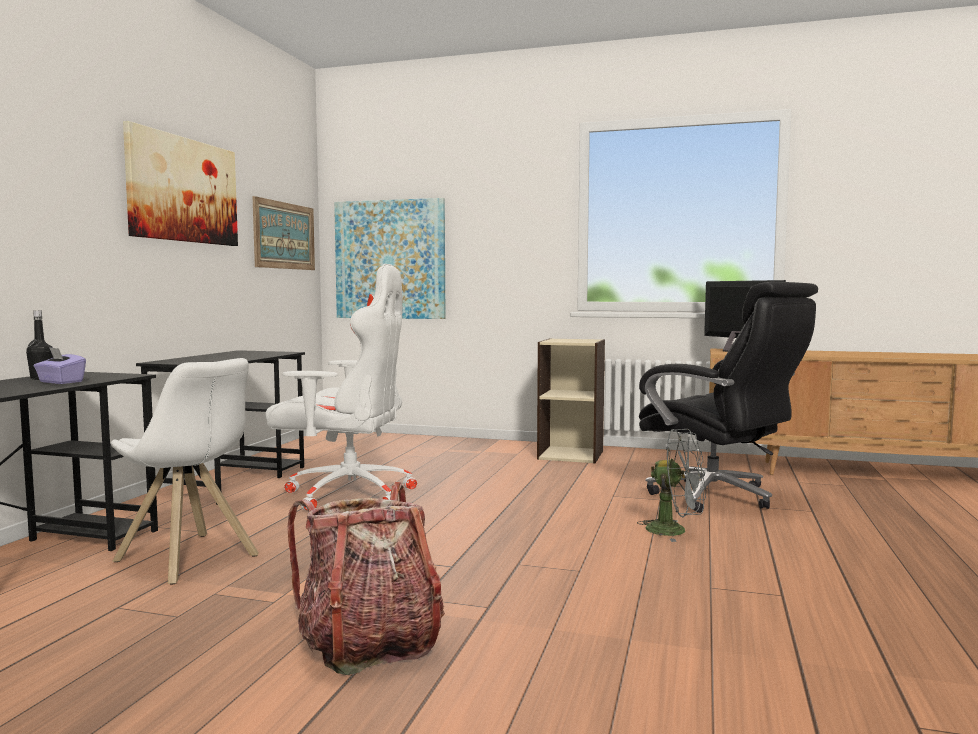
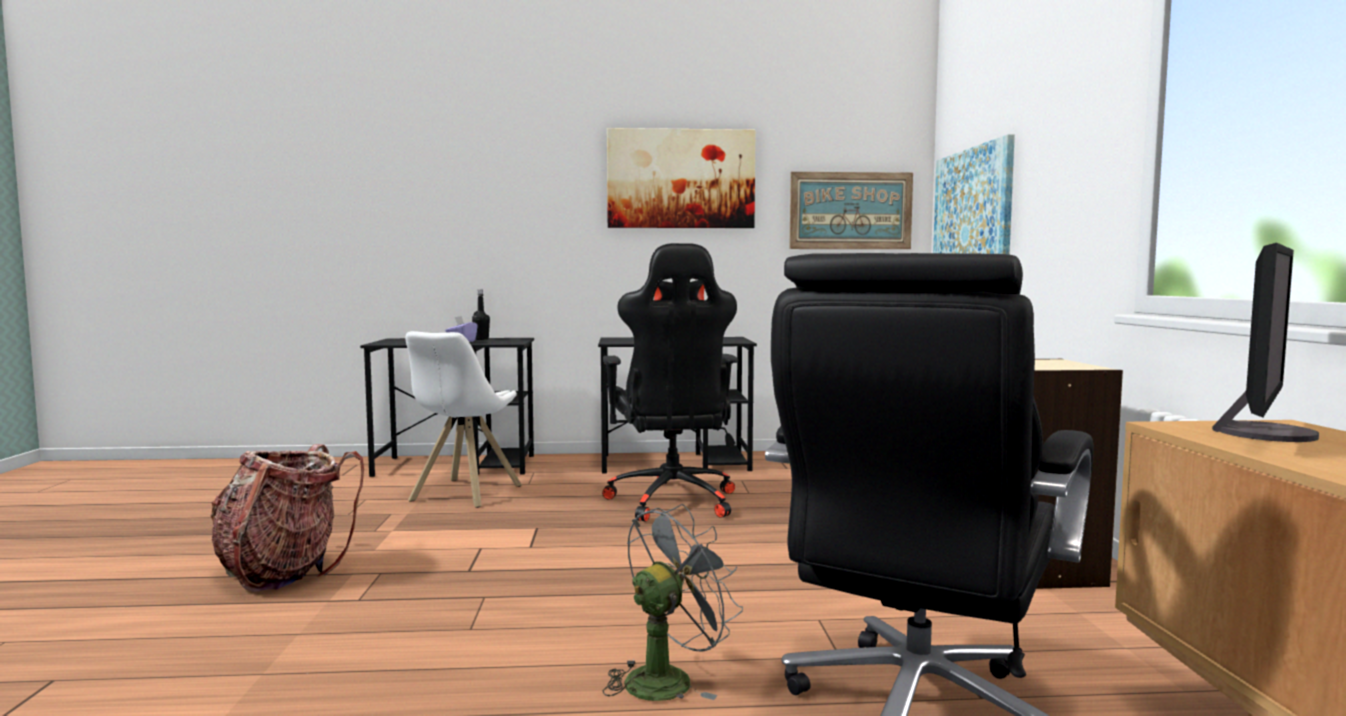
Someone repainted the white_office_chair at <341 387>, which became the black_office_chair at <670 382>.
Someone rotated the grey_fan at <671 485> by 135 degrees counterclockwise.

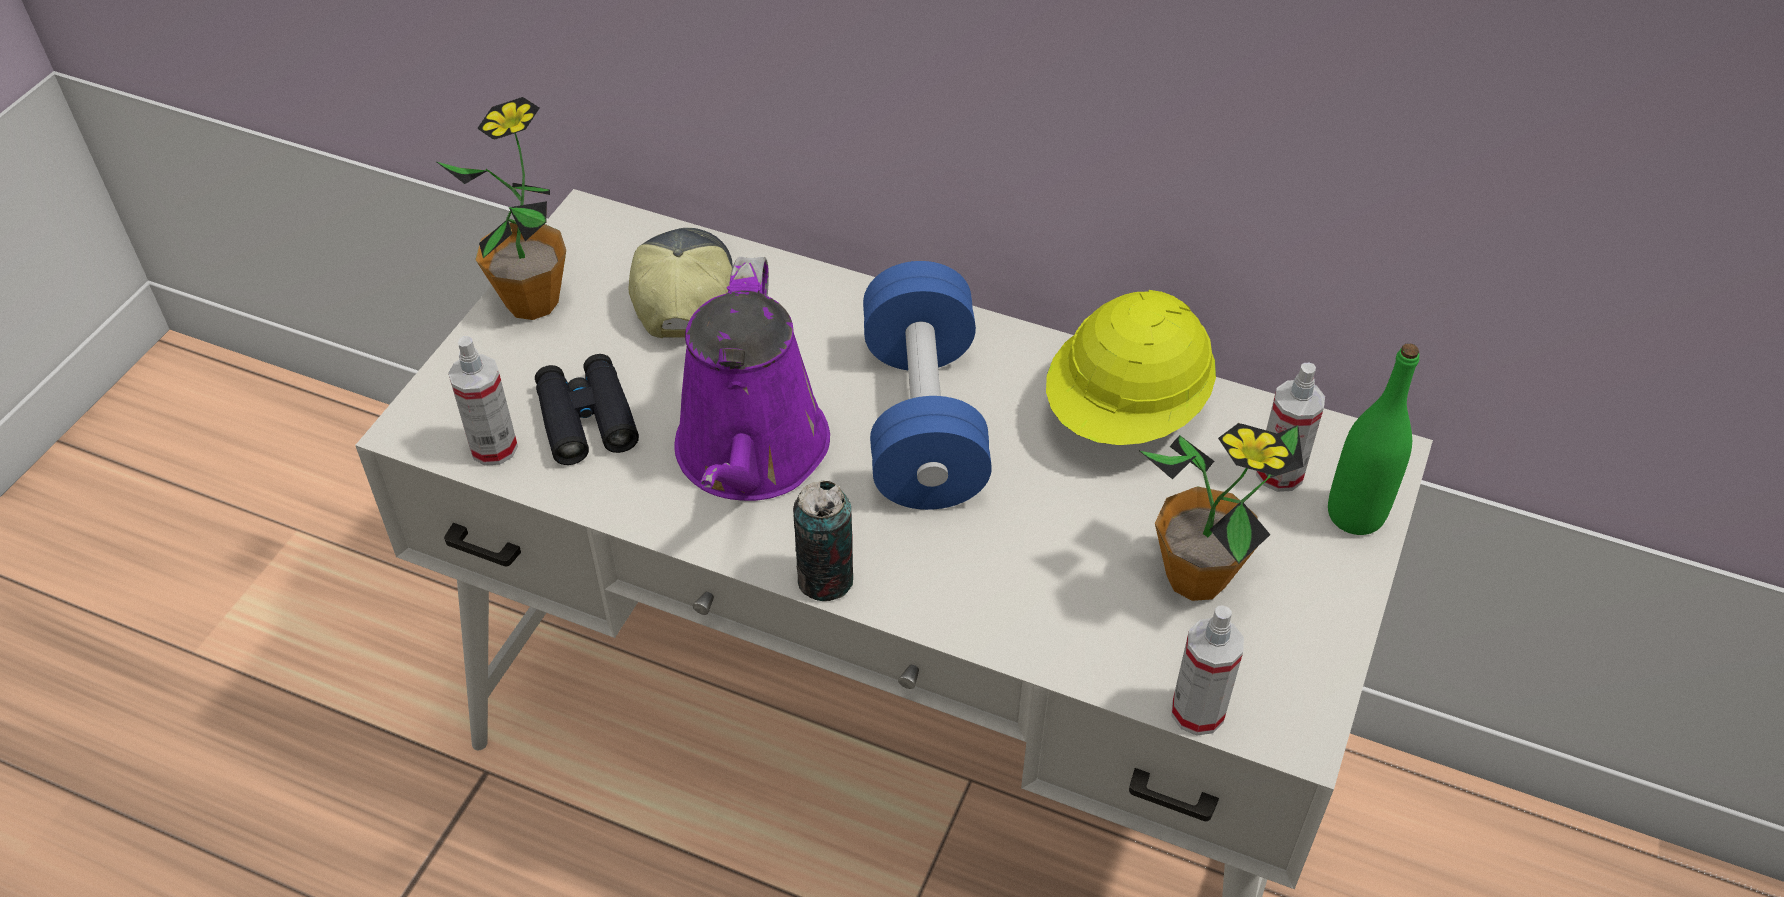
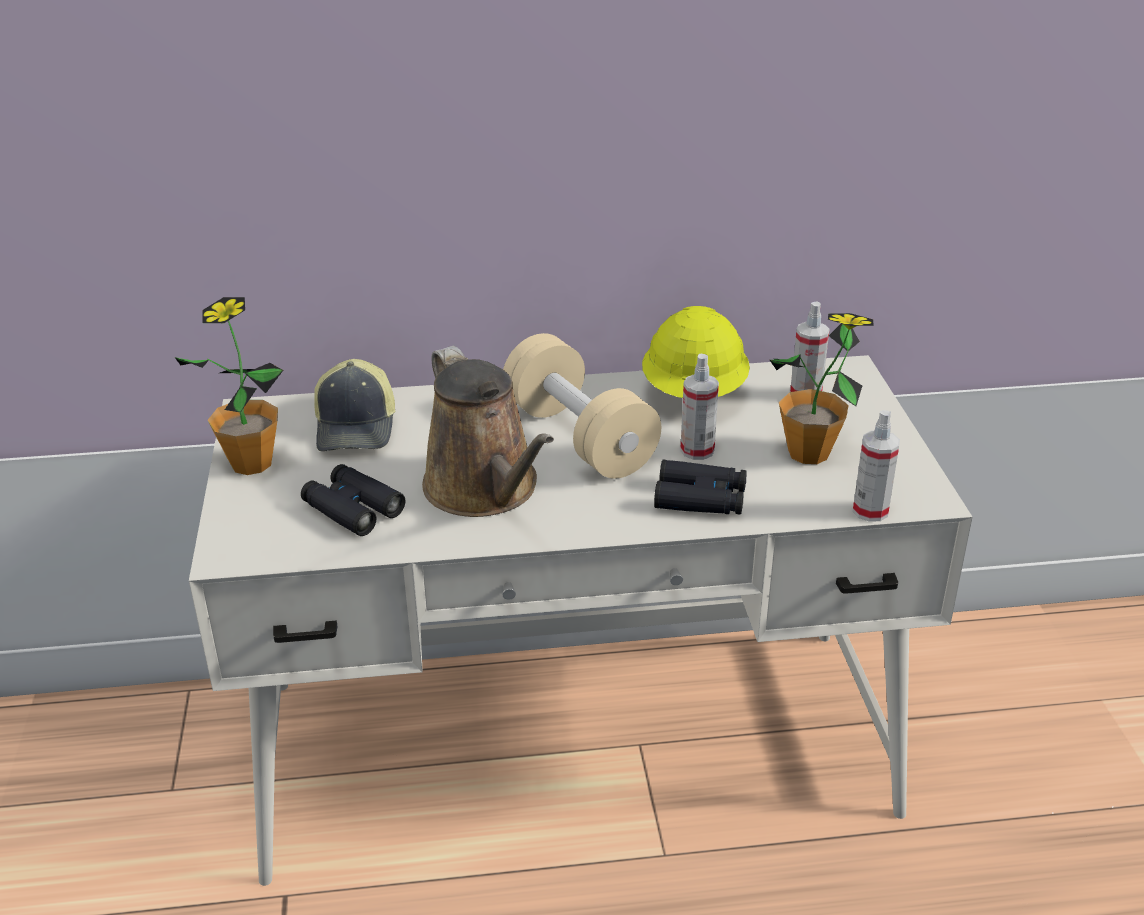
Someone rotated the cap at <681 283> by 150 degrees counterclockwise.
Someone repainted the purple_watering_can at <752 379>, which became the brown_watering_can at <488 431>.
Someone repainted the blue_dumbbell at <927 385>, which became the beige_dumbbell at <582 406>.
Someone carried the spray_bottle from <483 401> to <699 407>.
Someone took away the green_bottle at <1373 439>.
Someone took away the can at <823 541>.
Someone put down the black_binoculars at <700 487>.

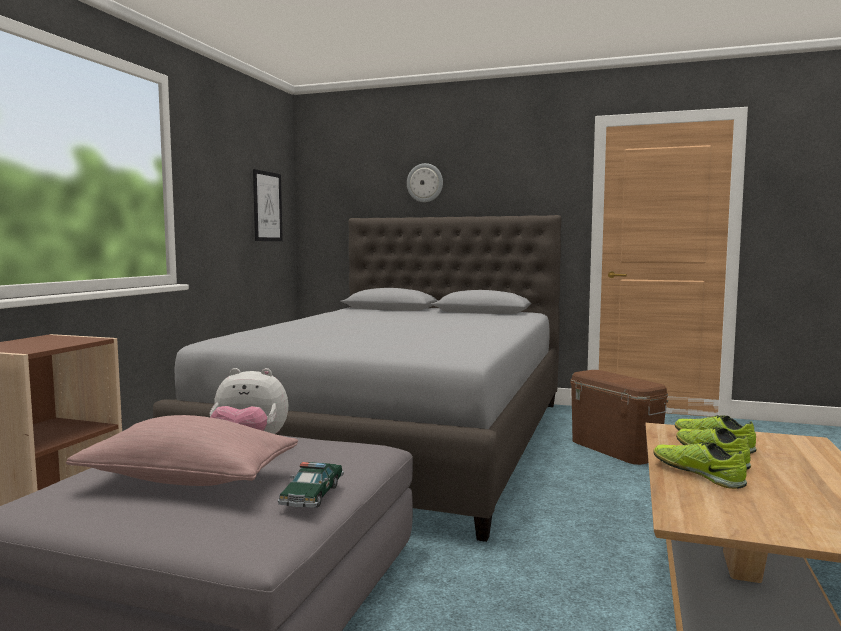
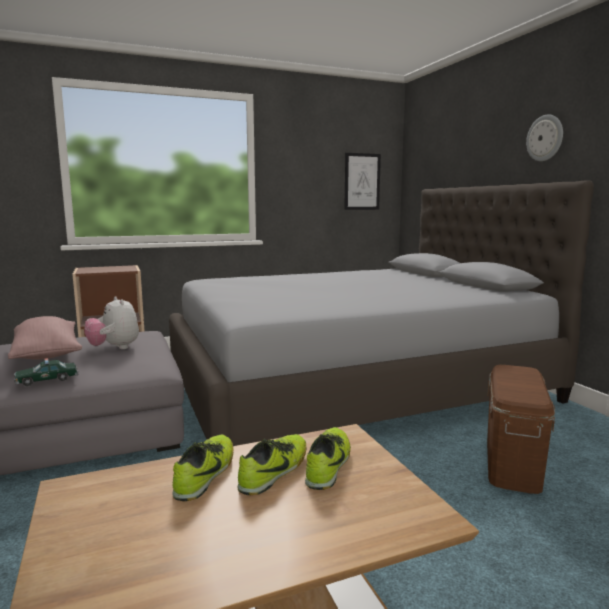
Someone carried the wall_clock from <425 182> to <544 137>.

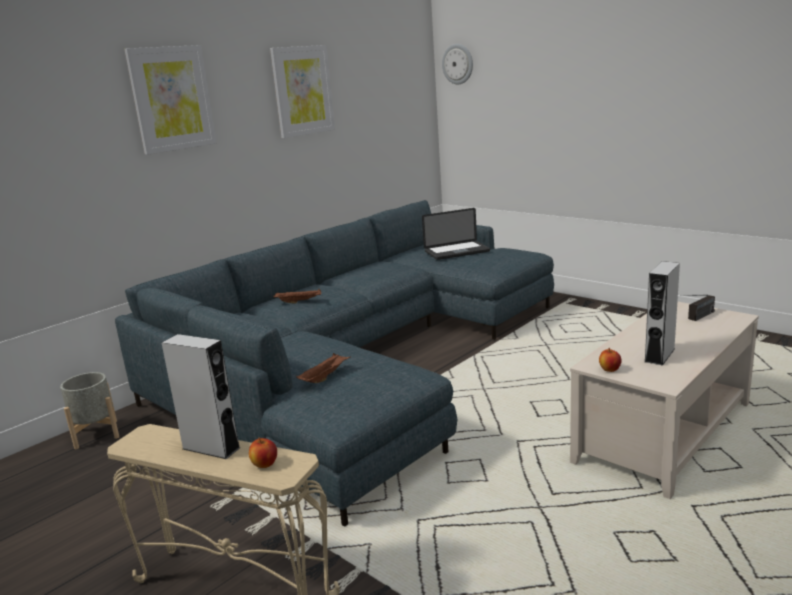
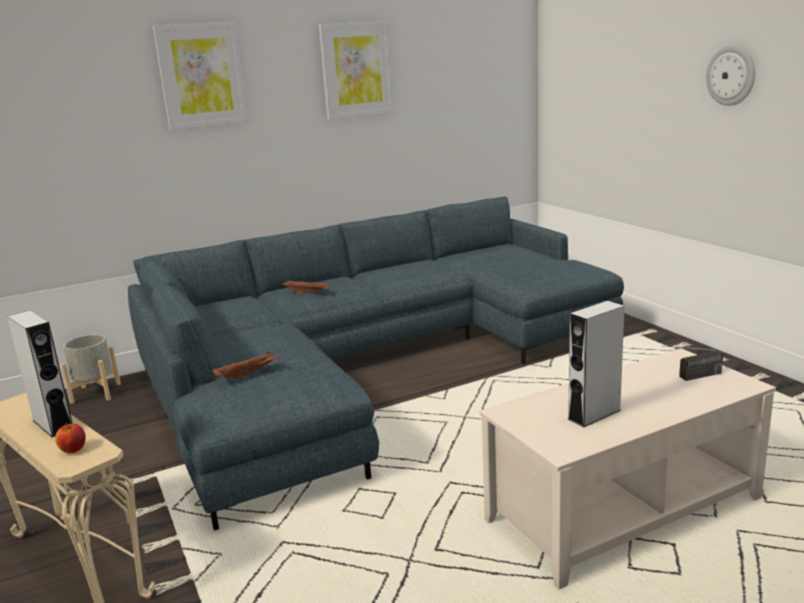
Someone carried the wall_clock from <457 64> to <730 75>.
Someone took away the laptop at <456 234>.
Someone took away the apple at <610 360>.

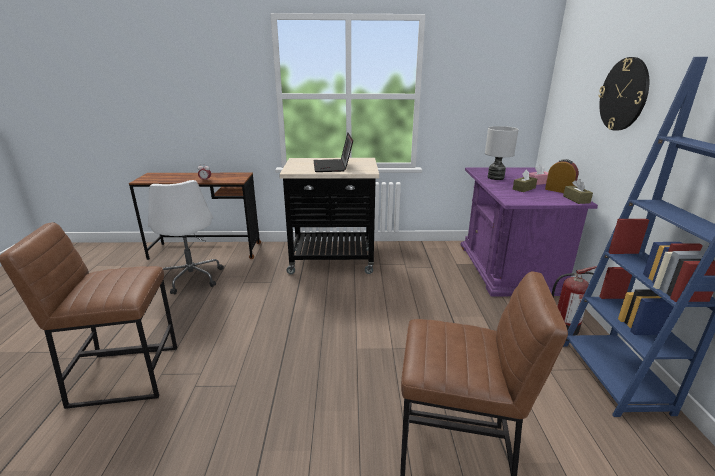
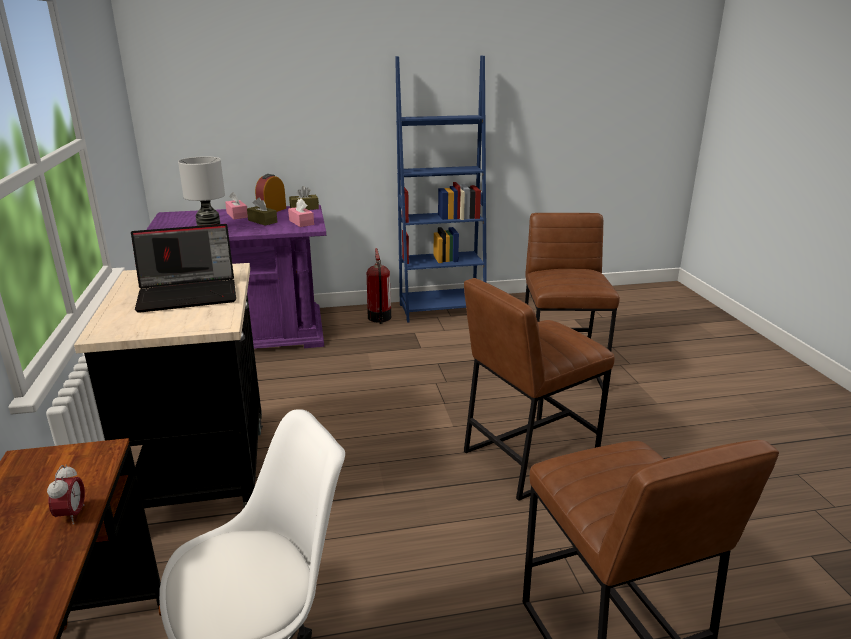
Someone took away the wall_clock at <624 93>.
Someone put down the pink_tissue_box at <301 212>.
Someone put down the brown_chair at <539 389>.

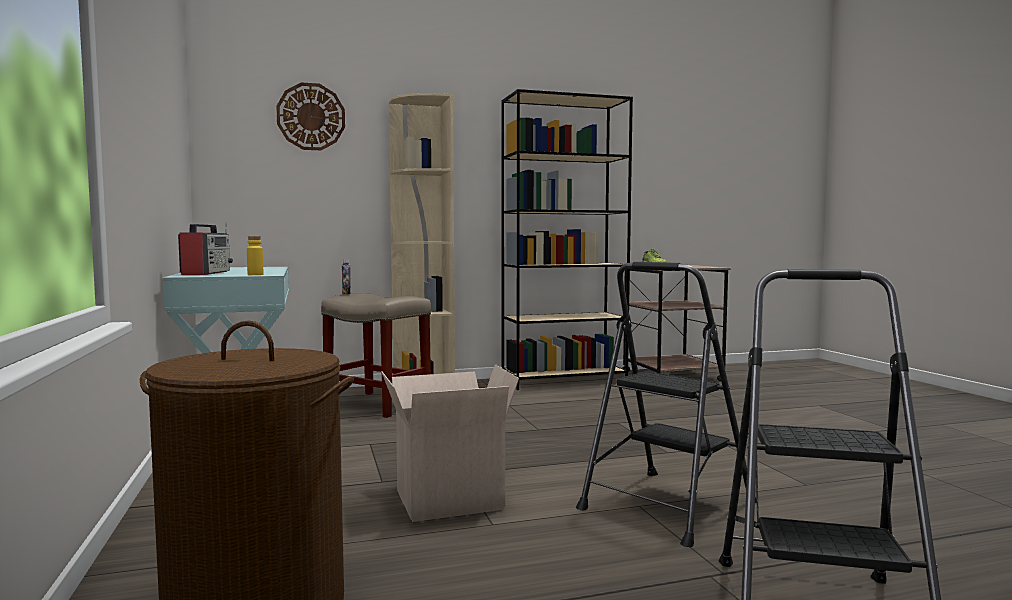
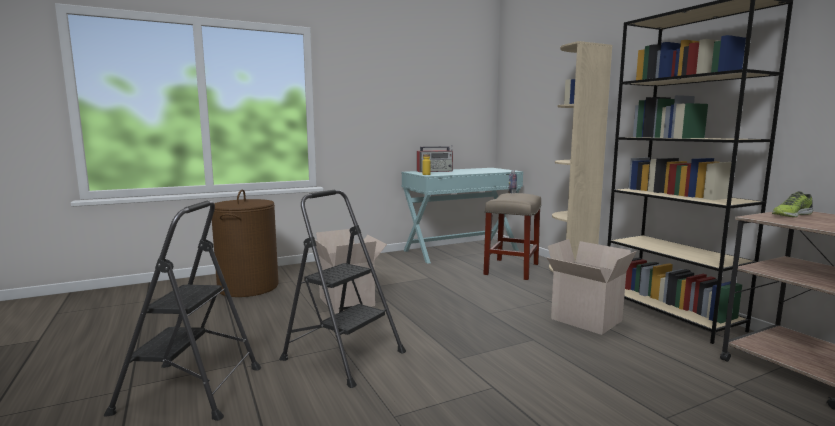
Someone took away the wall_clock at <310 116>.
Someone put down the cardboard_box at <592 287>.

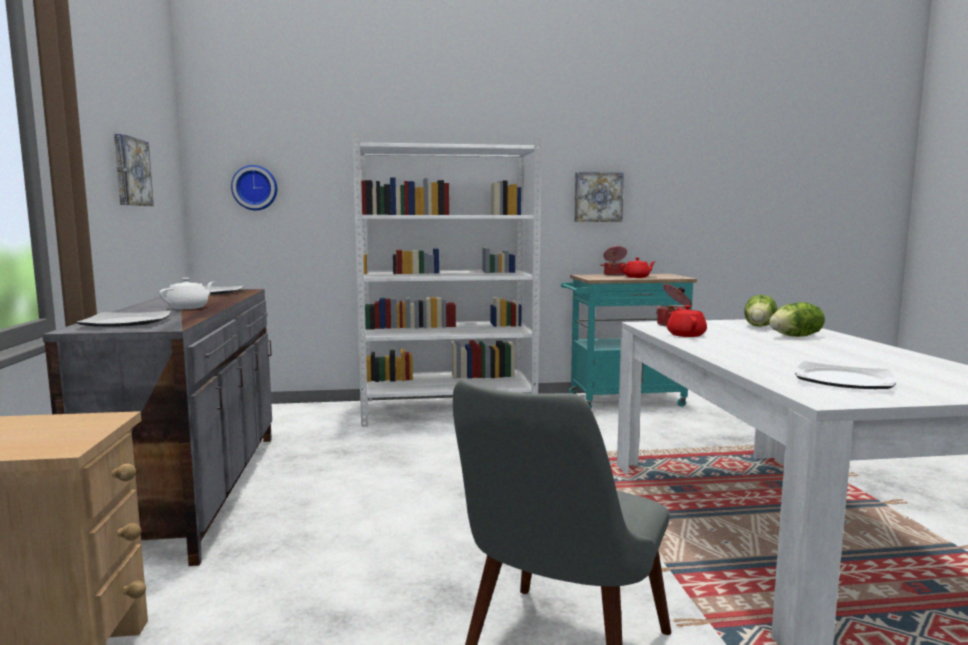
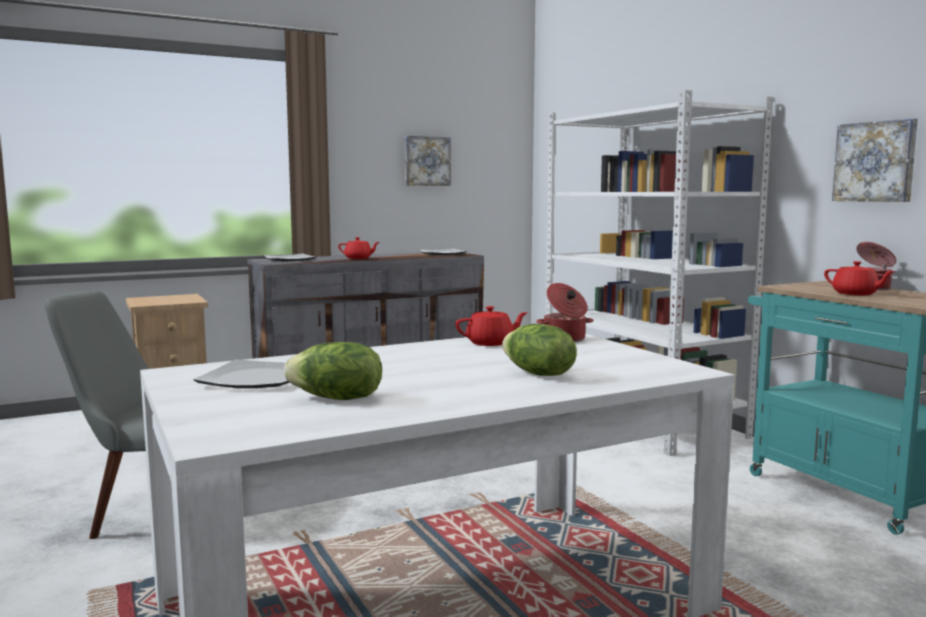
Someone took away the wall_clock at <254 187>.
Someone repainted the white_teapot at <186 293>, which became the red_teapot at <358 248>.
Someone carried the lettuce from <760 311> to <333 371>.

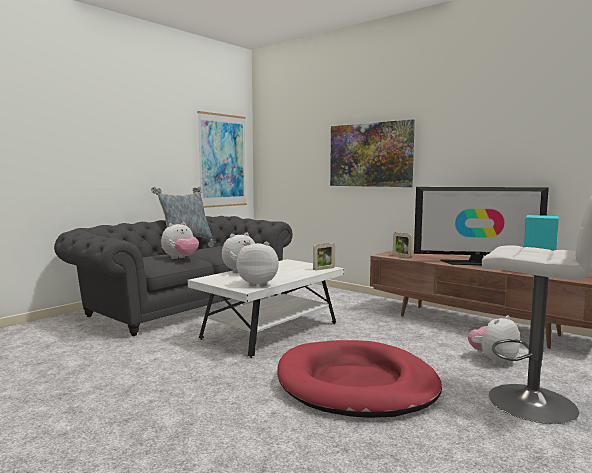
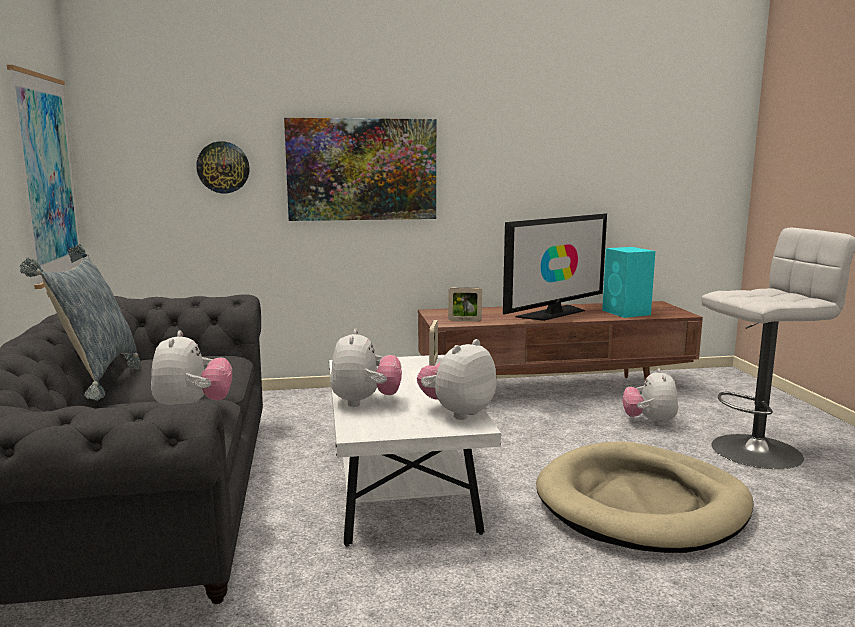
Someone repainted the red_dog_bed at <360 379>, which became the beige_dog_bed at <645 497>.
Someone put up the wall_clock at <223 167>.

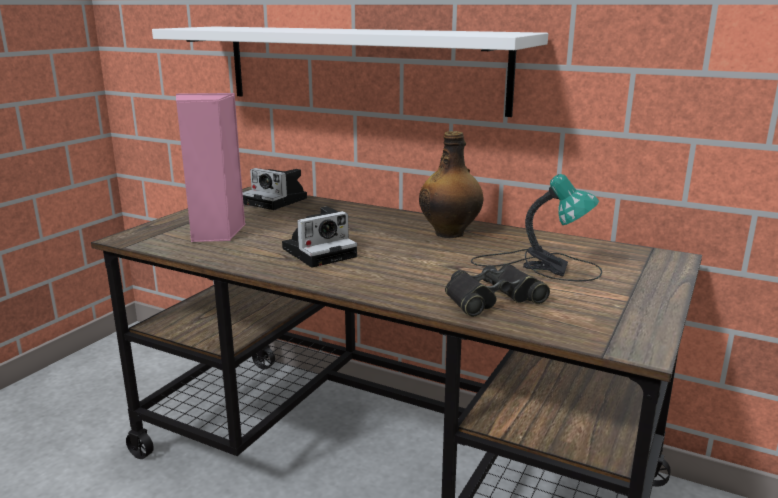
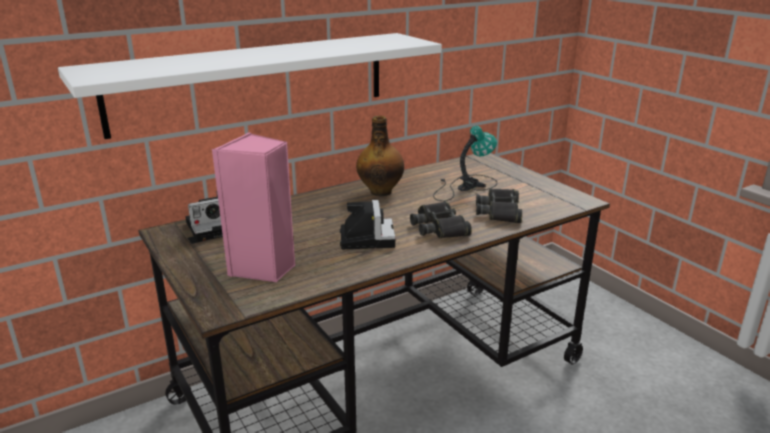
Someone put down the black_binoculars at <441 219>.

